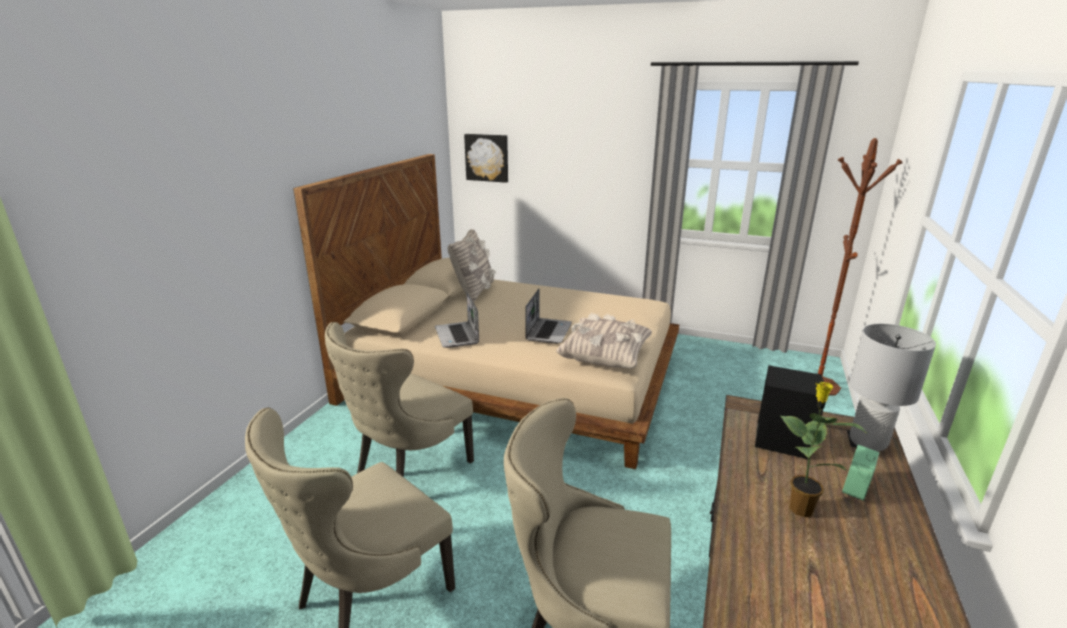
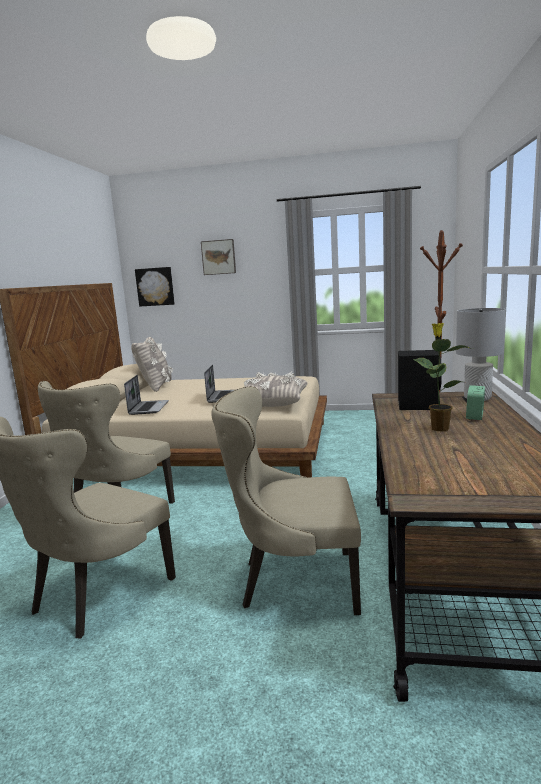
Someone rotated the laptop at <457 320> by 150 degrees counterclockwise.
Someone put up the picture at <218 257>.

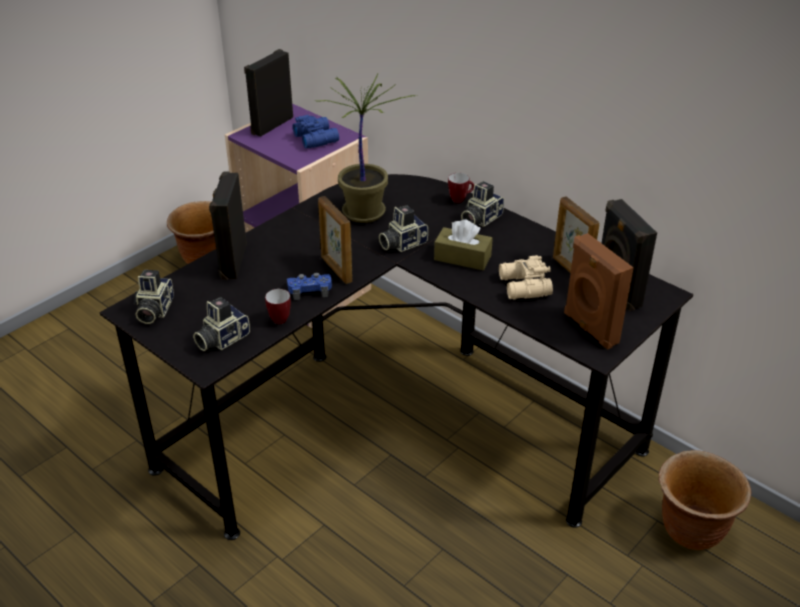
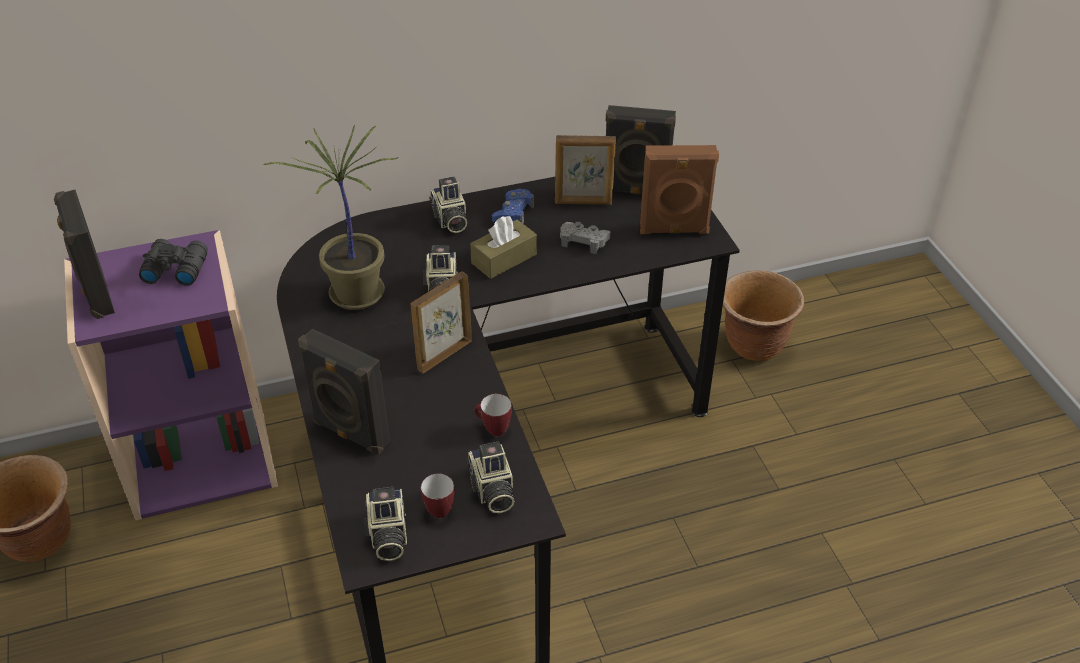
Someone repainted the blue_binoculars at <315 131>, which became the black_binoculars at <173 262>.
Someone carried the mug from <461 188> to <438 496>.
Someone rotated the picture_frame at <335 240> by 135 degrees clockwise.
Someone swapped the beige_binoculars at <526 277> for the grey_game_controller at <585 238>.
Someone rotated the photo_camera at <154 297> by 45 degrees clockwise.
Someone carried the blue_game_controller from <309 286> to <513 206>.

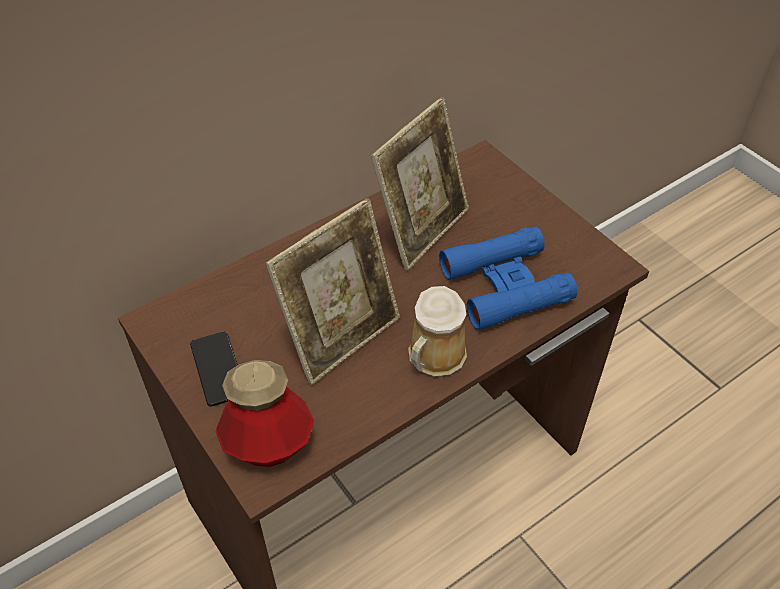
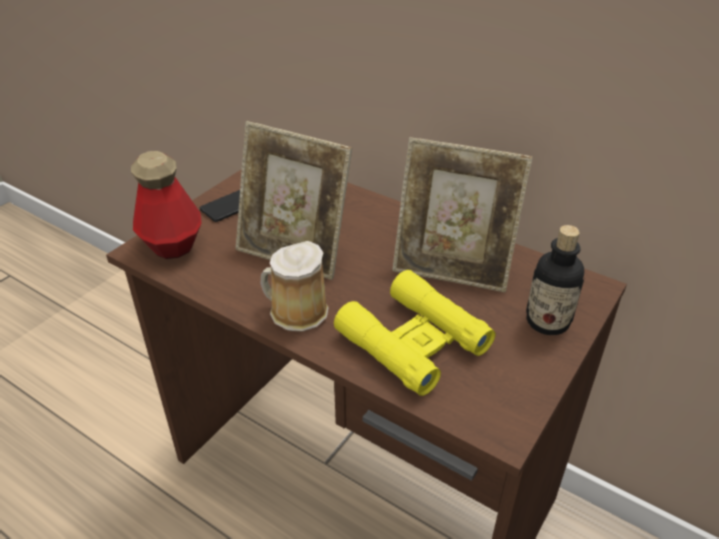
Someone repainted the blue_binoculars at <508 278>, which became the yellow_binoculars at <414 333>.
Someone put down the bottle at <555 280>.

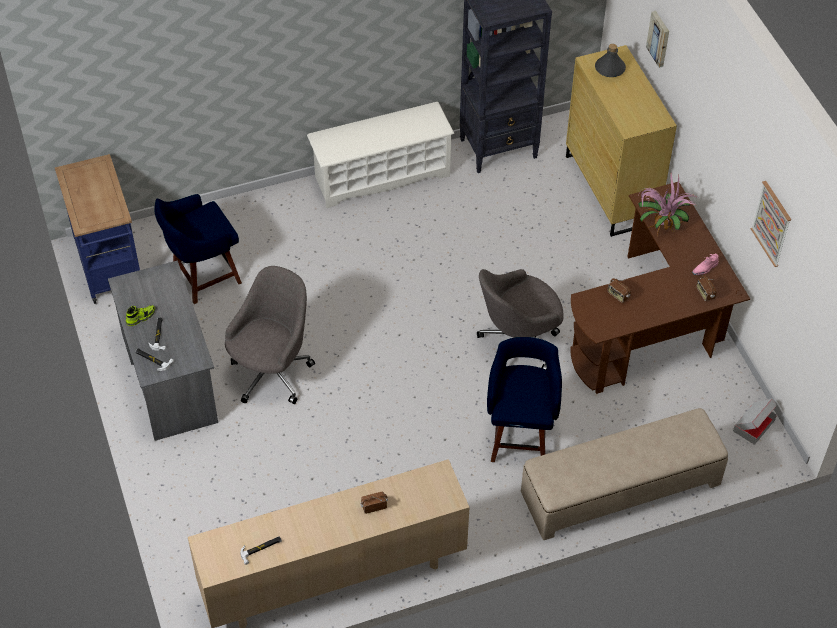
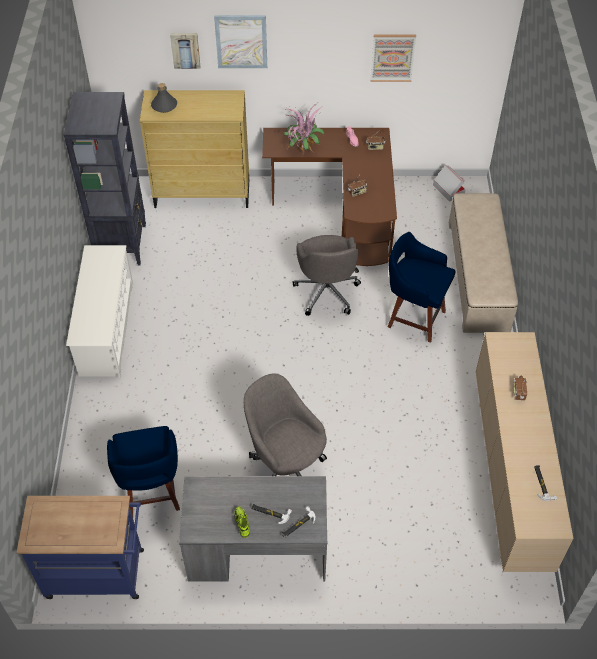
Someone put up the picture at <240 41>.

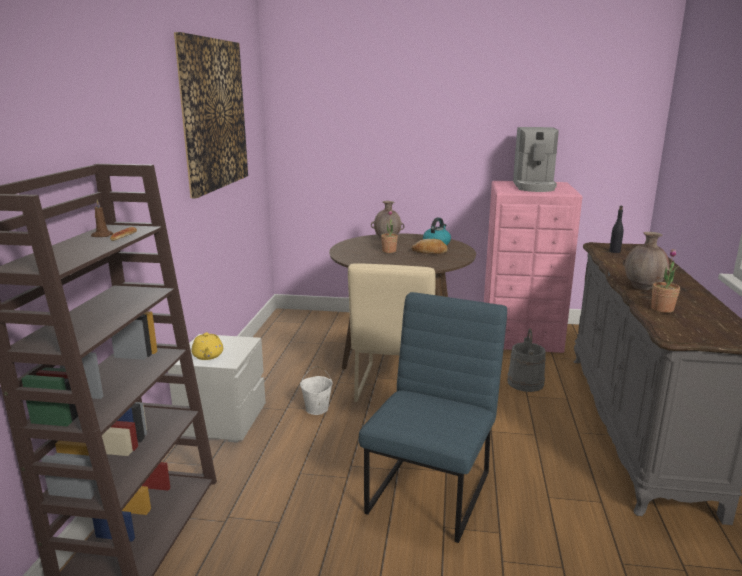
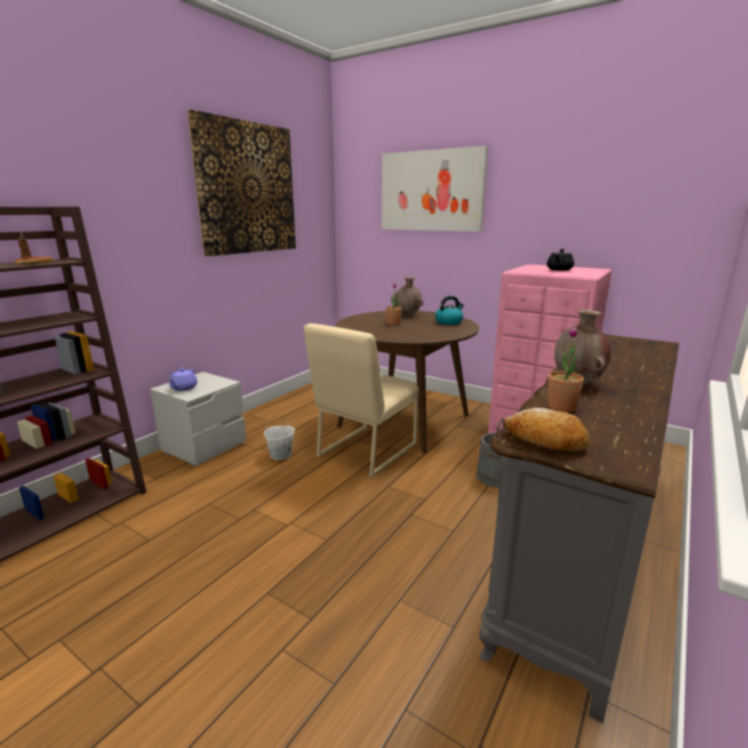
Someone swapped the coffee_machine at <536 159> for the black_teapot at <560 260>.
Someone took away the black_bottle at <616 229>.
Someone carried the bread from <430 246> to <547 429>.
Someone took away the blue_chair at <433 417>.
Someone repainted the yellow_teapot at <207 346>, which became the purple_teapot at <183 379>.
Someone put up the picture at <435 188>.

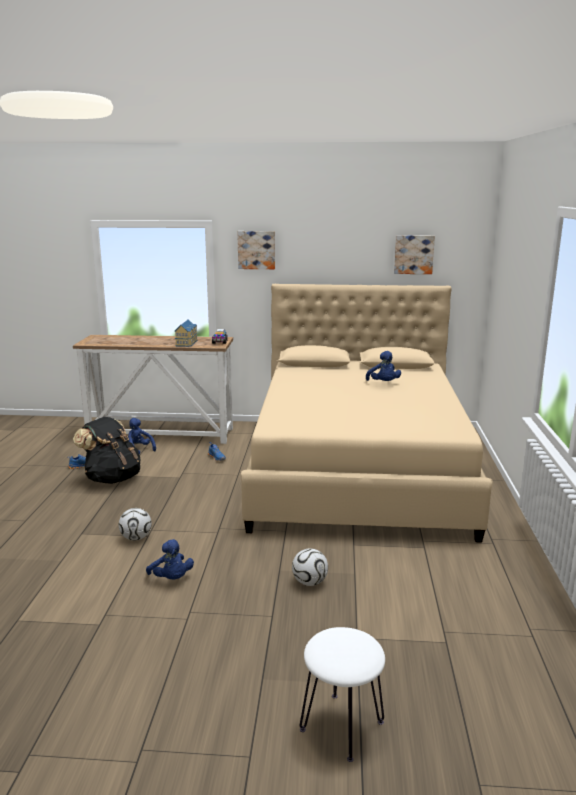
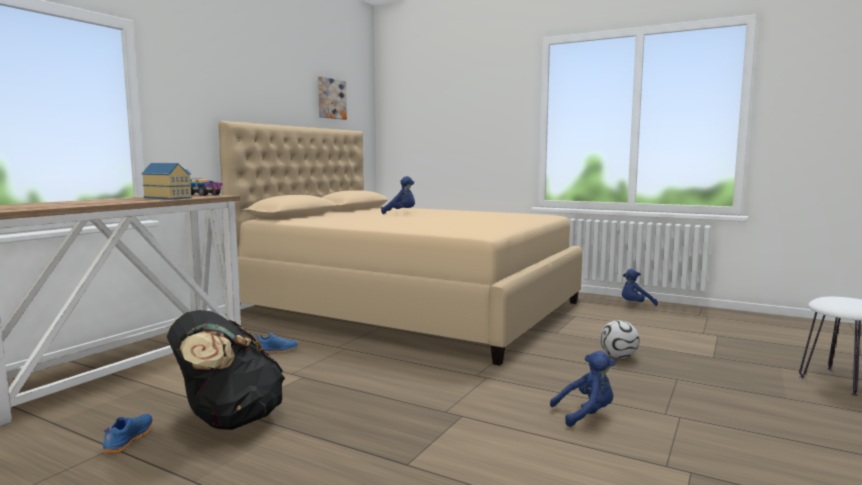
Someone took away the picture at <256 250>.
Someone carried the blue_plush_toy from <142 436> to <640 287>.
Someone took away the football at <135 524>.

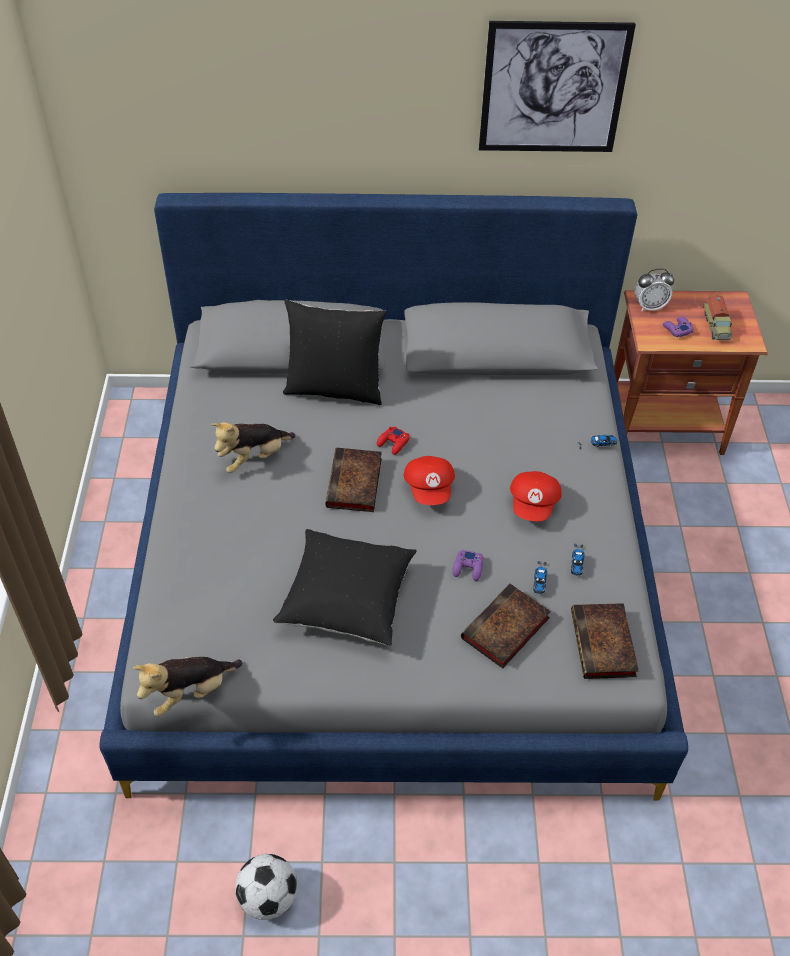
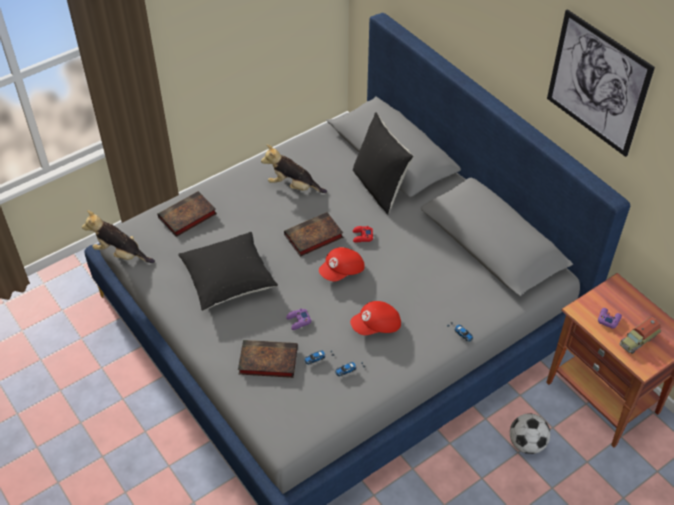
Someone took away the alarm_clock at <654 290>.
Someone carried the book from <605 641> to <187 214>.
Someone carried the football from <266 887> to <530 433>.

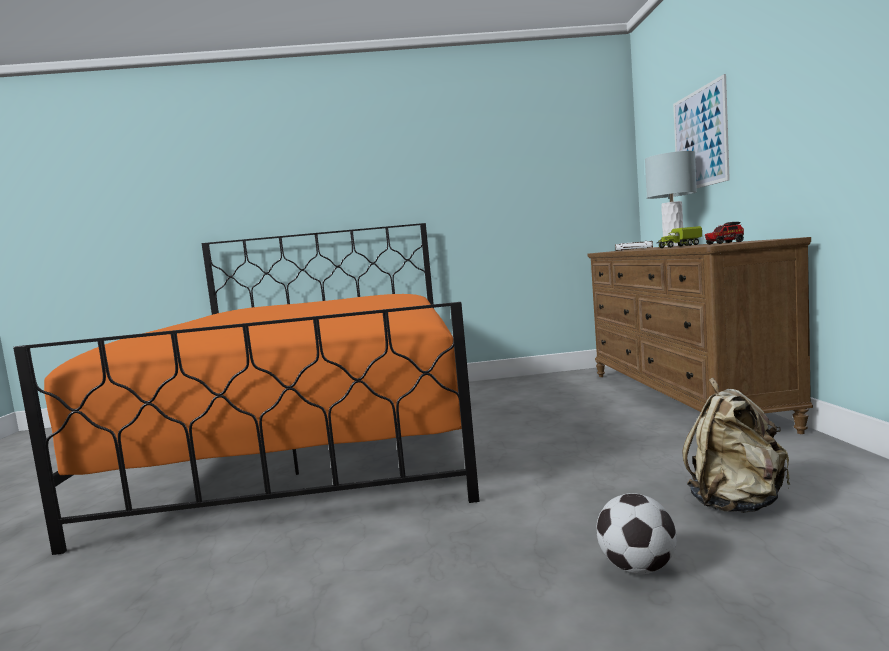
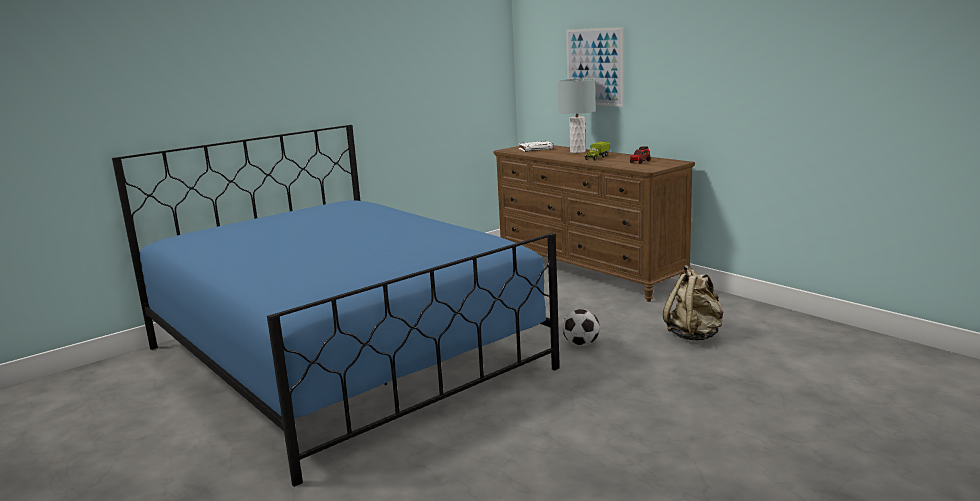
Someone repainted the orange_bed at <246 389>, which became the blue_bed at <336 306>.
Someone carried the football from <637 533> to <581 327>.

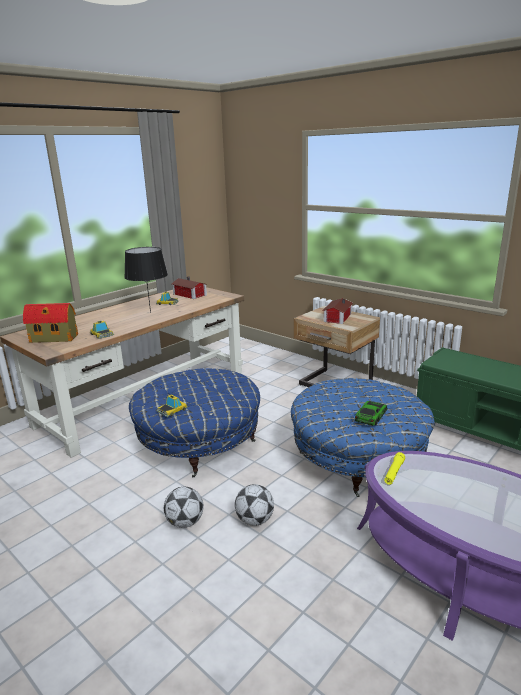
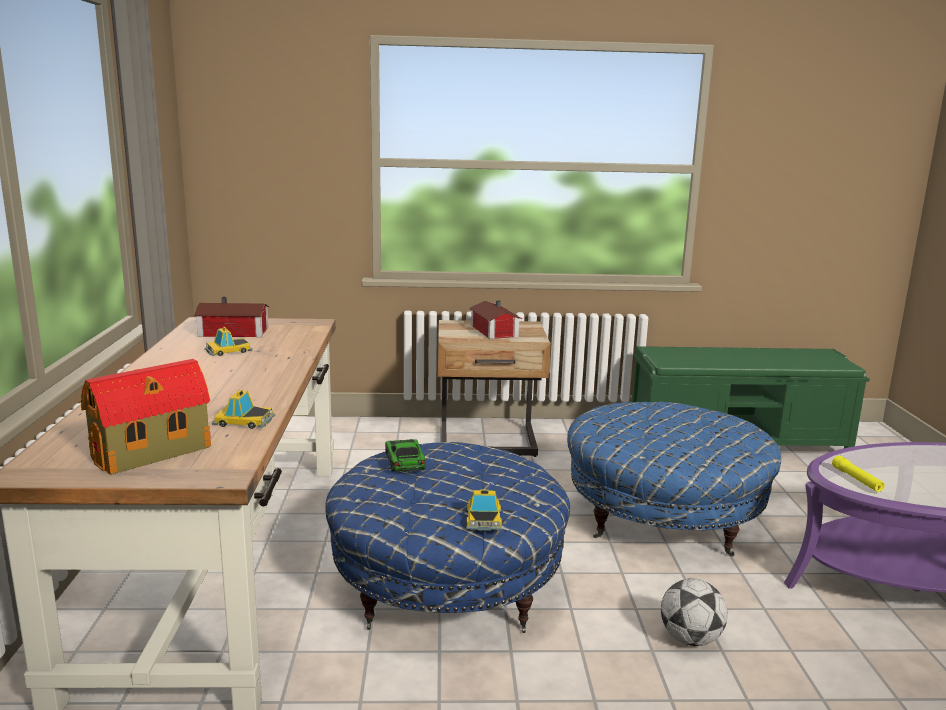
Someone took away the black_table_lamp at <146 280>.
Someone carried the toy_car from <371 413> to <405 455>.
Someone took away the football at <184 507>.

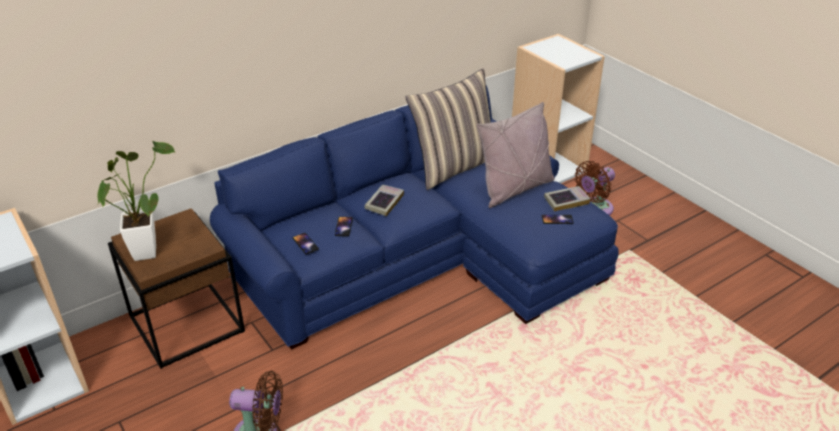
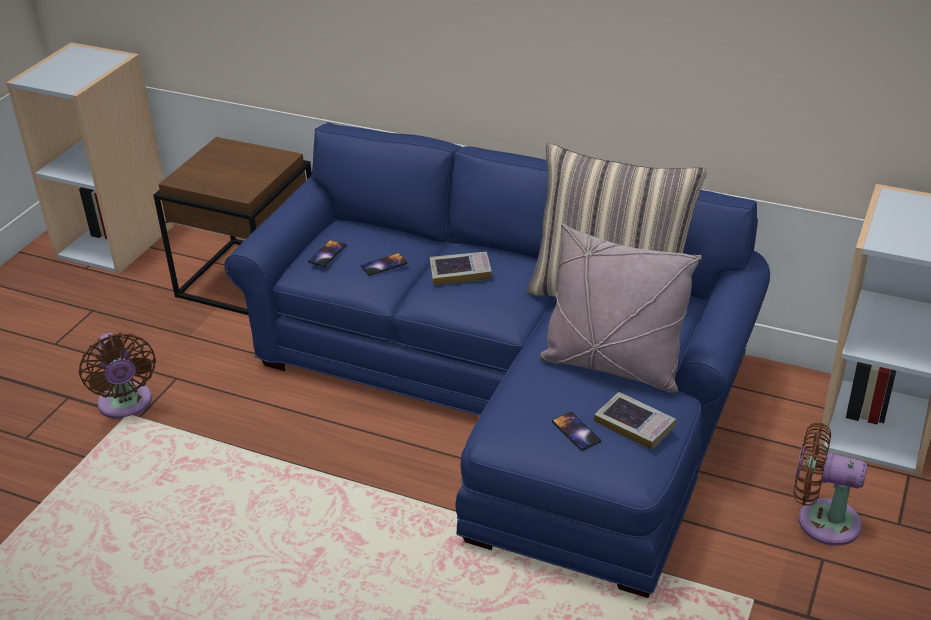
Someone took away the potted_plant at <136 201>.

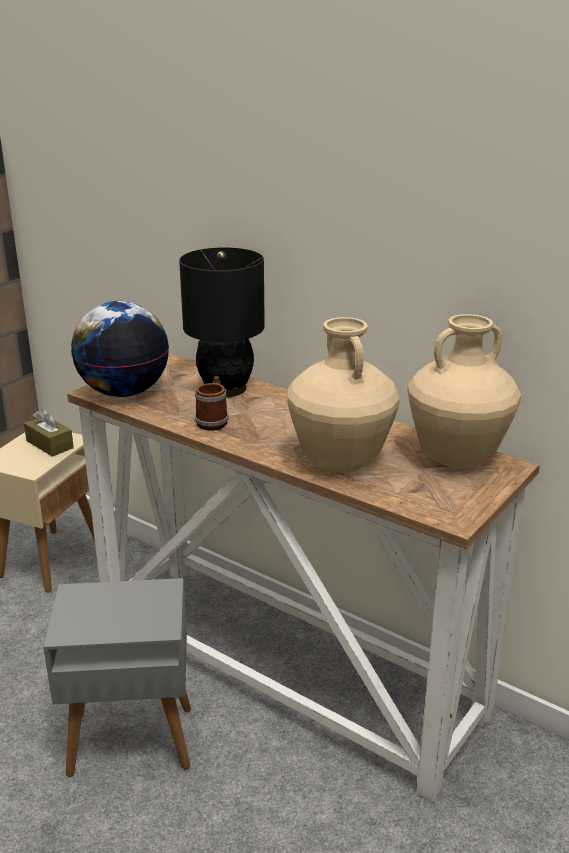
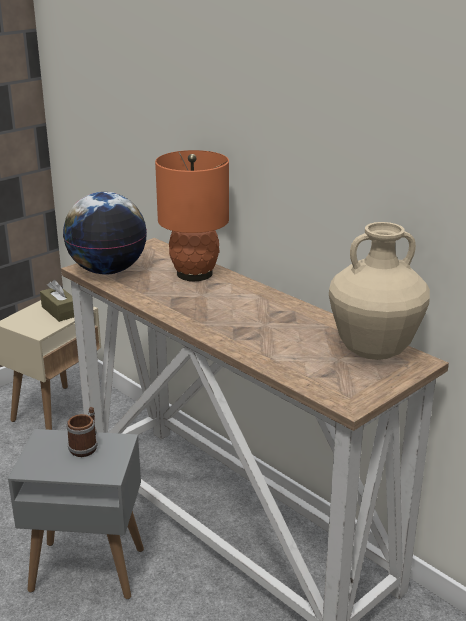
Someone repainted the black_table_lamp at <222 322>, which became the orange_table_lamp at <192 215>.
Someone took away the beige_vase at <344 394>.
Someone carried the mug from <211 403> to <82 432>.

